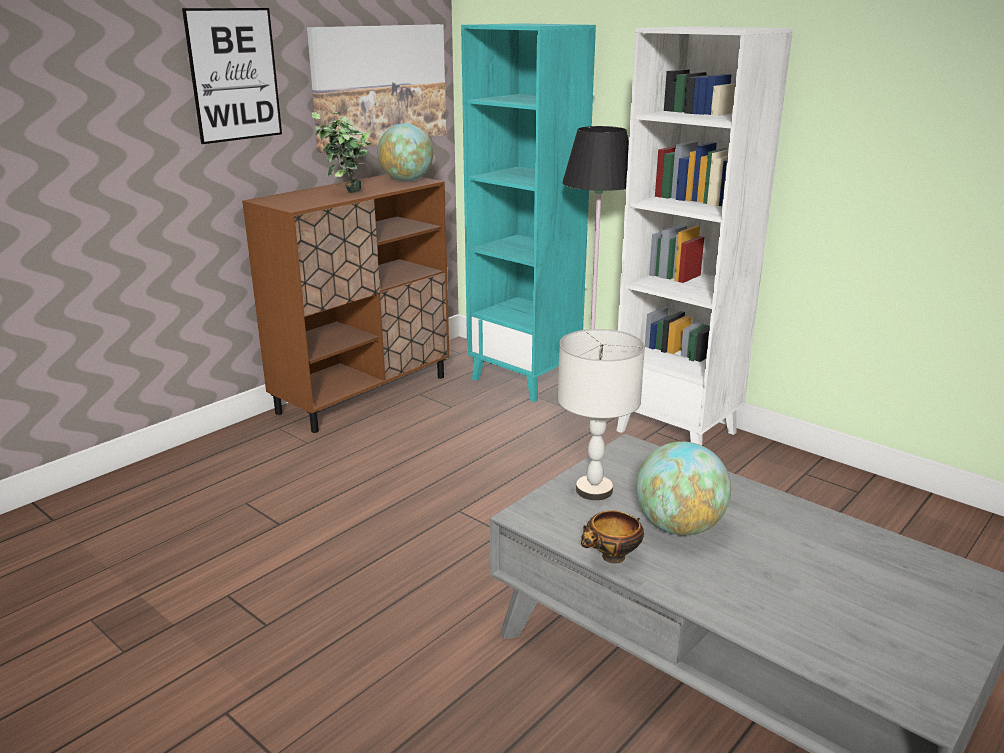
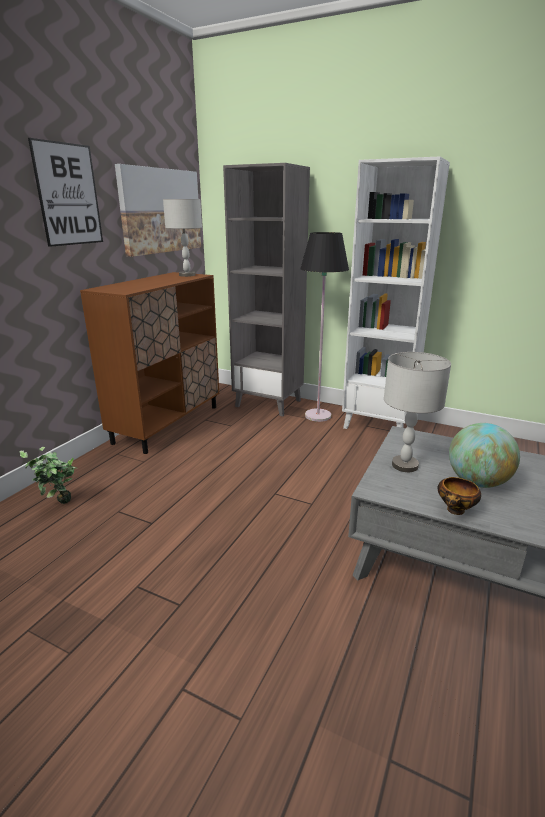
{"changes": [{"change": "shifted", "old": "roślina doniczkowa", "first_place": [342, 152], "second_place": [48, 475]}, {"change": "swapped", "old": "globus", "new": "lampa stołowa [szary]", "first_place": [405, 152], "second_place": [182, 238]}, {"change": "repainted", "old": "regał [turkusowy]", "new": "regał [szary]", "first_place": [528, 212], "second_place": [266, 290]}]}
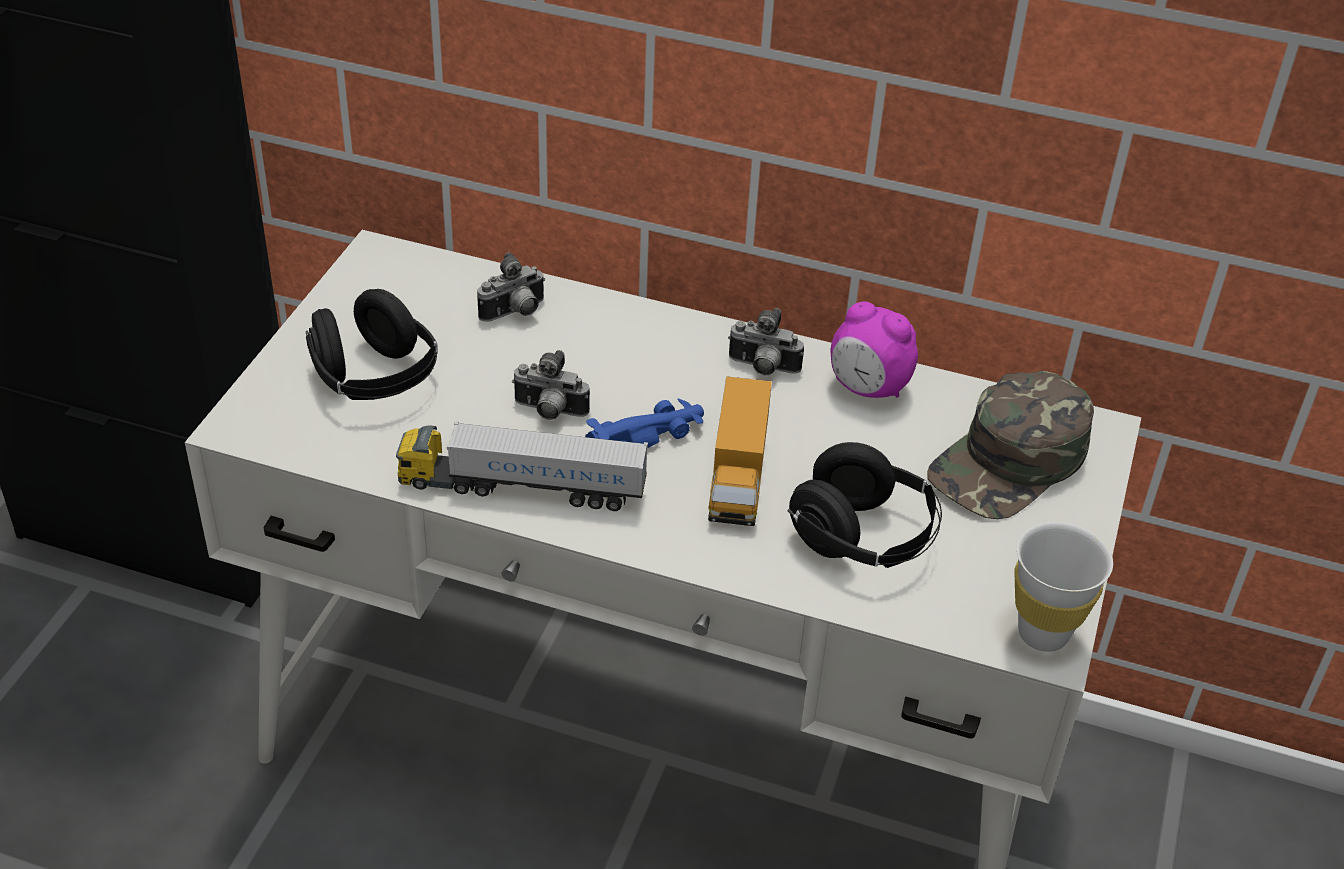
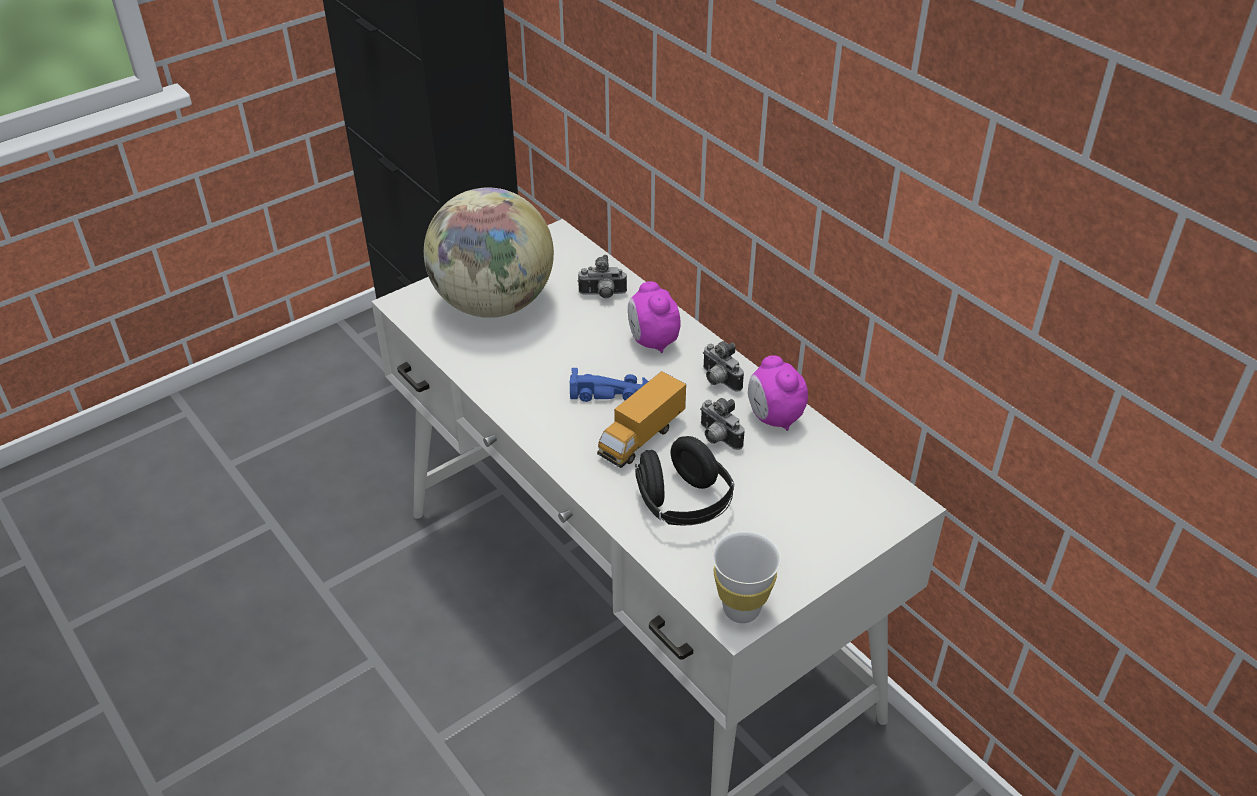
{"changes": [{"change": "gone", "old": "ciężarówka zabawkowa", "first_place": [522, 466]}, {"change": "gone", "old": "czapka z daszkiem [zielony]", "first_place": [1010, 445]}, {"change": "new", "new": "budzik", "second_place": [654, 317]}, {"change": "shifted", "old": "aparat fotograficzny", "first_place": [551, 385], "second_place": [722, 424]}, {"change": "swapped", "old": "słuchawki [czarny]", "new": "globus", "first_place": [372, 344], "second_place": [489, 252]}]}
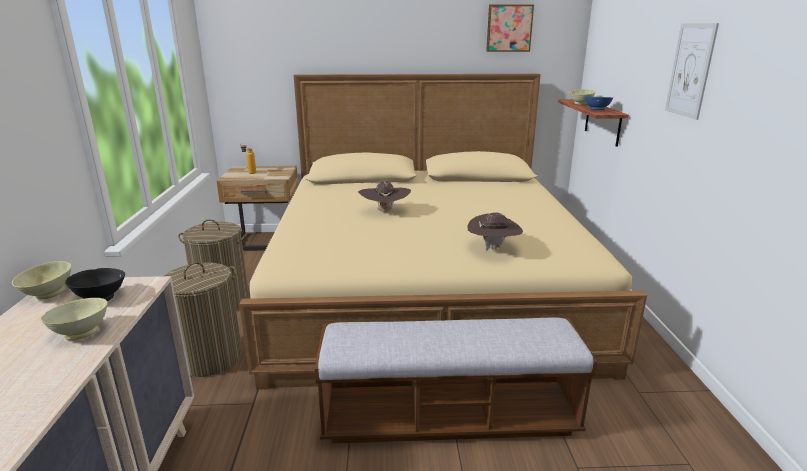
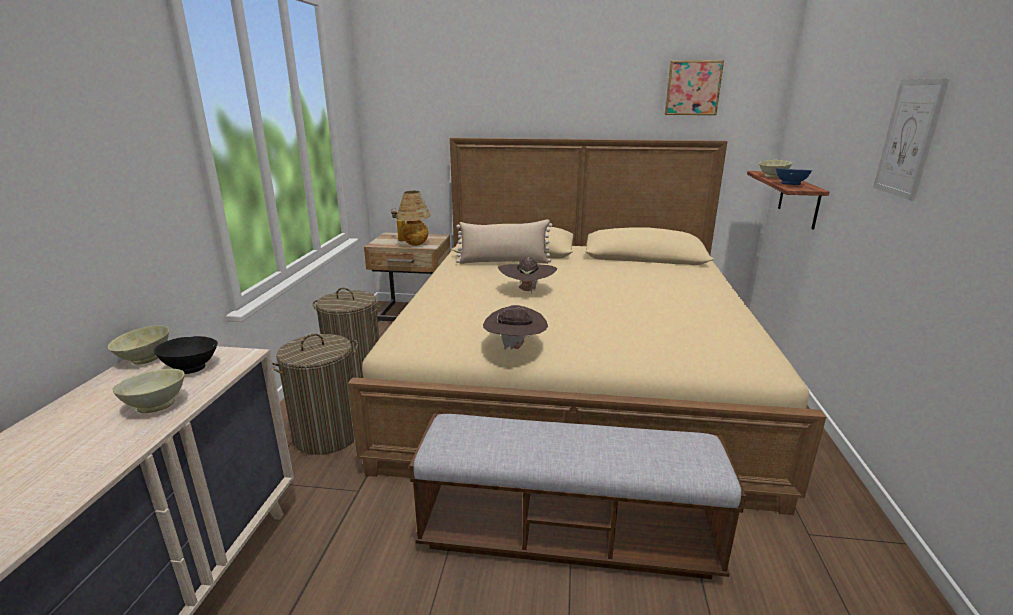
{"changes": [{"change": "new", "new": "lampa stołowa", "second_place": [413, 218]}, {"change": "new", "new": "poduszka [beżowy]", "second_place": [504, 241]}, {"change": "shifted", "old": "kapelusz [brązowy]", "first_place": [495, 231], "second_place": [515, 327]}]}
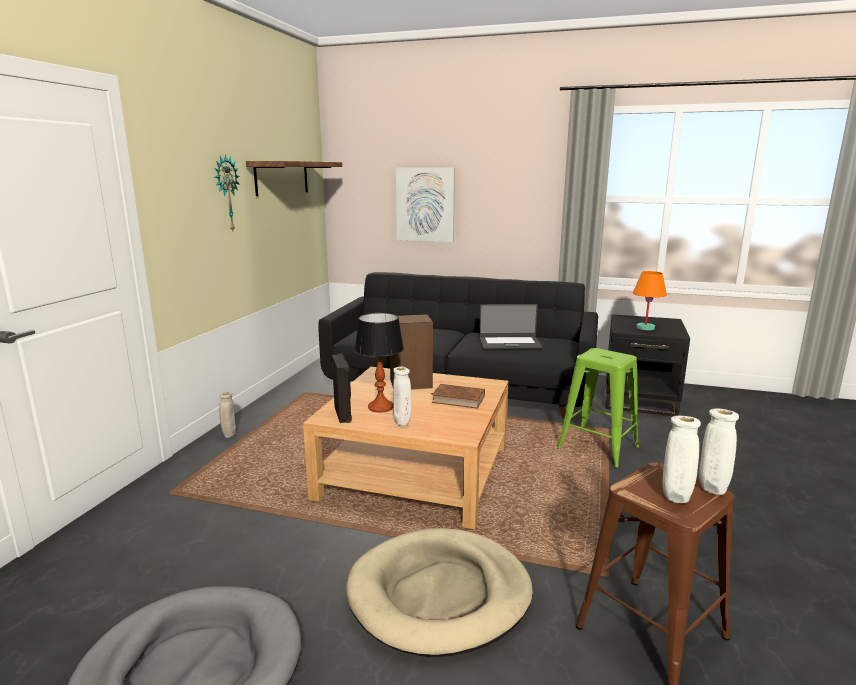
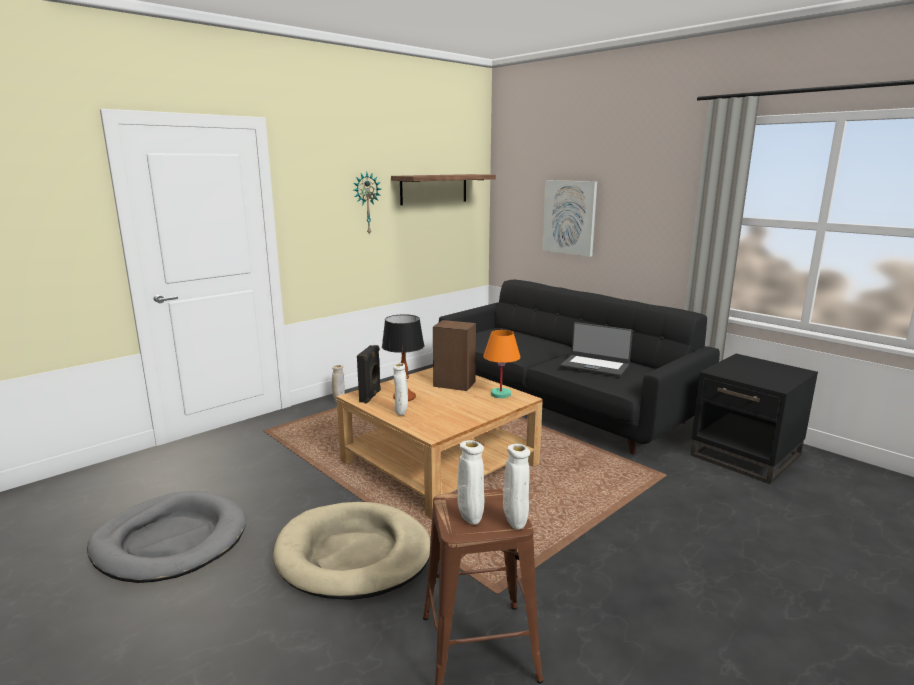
{"changes": [{"change": "gone", "old": "książka [brązowy]", "first_place": [457, 396]}, {"change": "gone", "old": "stołek [zielony]", "first_place": [598, 408]}, {"change": "shifted", "old": "lampa stołowa [pomarańczowy]", "first_place": [650, 300], "second_place": [502, 364]}]}
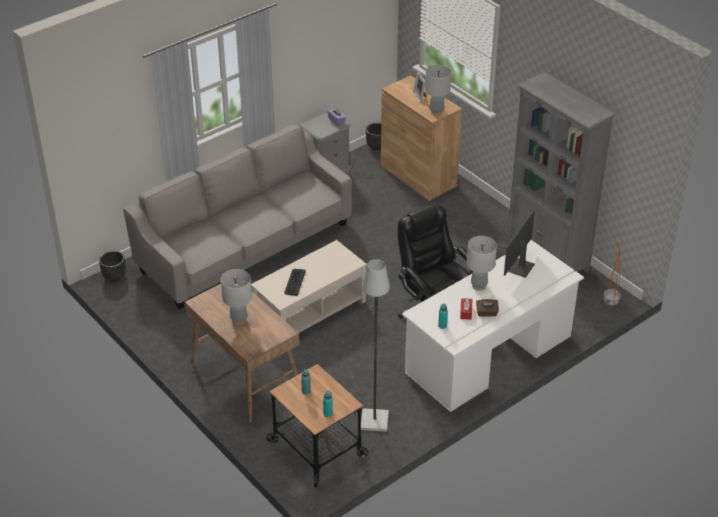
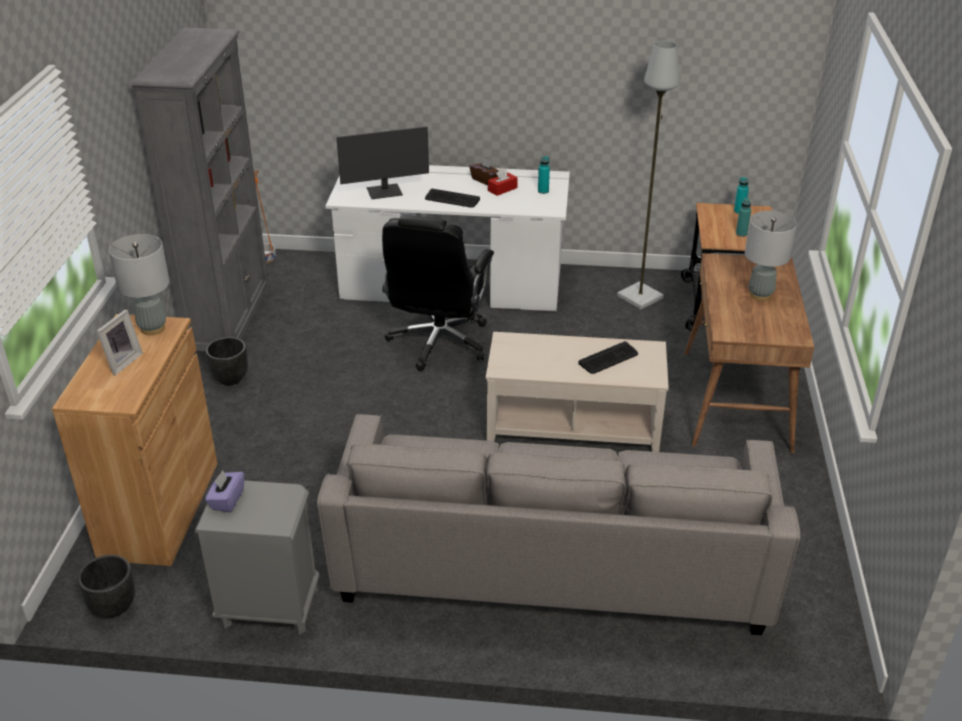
{"changes": [{"change": "shifted", "old": "donica [czarny]", "first_place": [112, 266], "second_place": [226, 361]}, {"change": "swapped", "old": "lampa stołowa [szary]", "new": "klawiatura", "first_place": [482, 263], "second_place": [452, 198]}]}
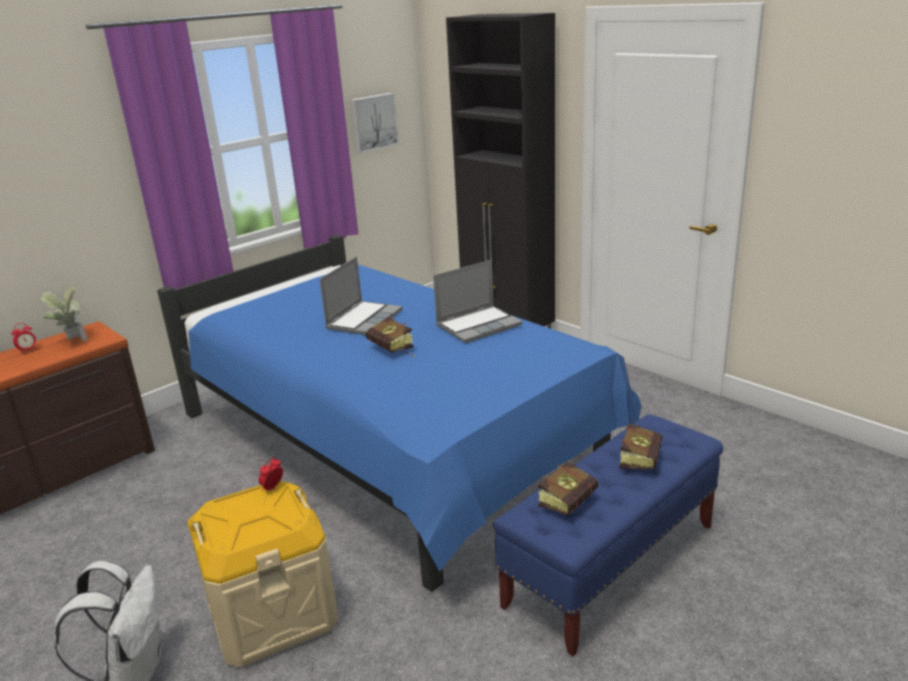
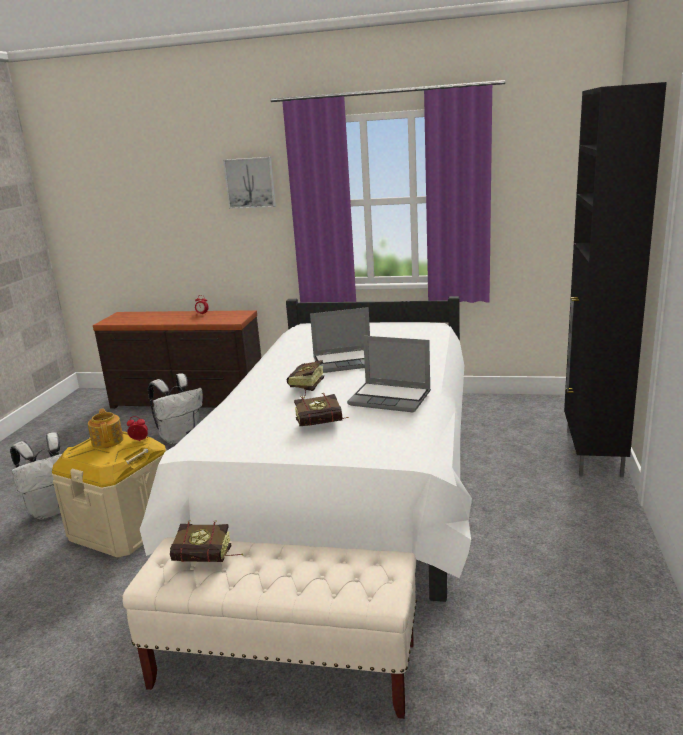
{"changes": [{"change": "gone", "old": "roślina doniczkowa", "first_place": [64, 314]}, {"change": "new", "new": "imbryk", "second_place": [106, 428]}, {"change": "new", "new": "plecak [biały]", "second_place": [175, 409]}, {"change": "shifted", "old": "obraz", "first_place": [374, 123], "second_place": [249, 183]}, {"change": "shifted", "old": "książka", "first_place": [641, 446], "second_place": [321, 409]}, {"change": "repainted", "old": "łóżko [niebieski]", "new": "łóżko [biały]", "first_place": [399, 413], "second_place": [306, 449]}, {"change": "repainted", "old": "ławka [niebieski]", "new": "ławka [beżowy]", "first_place": [608, 535], "second_place": [269, 628]}]}
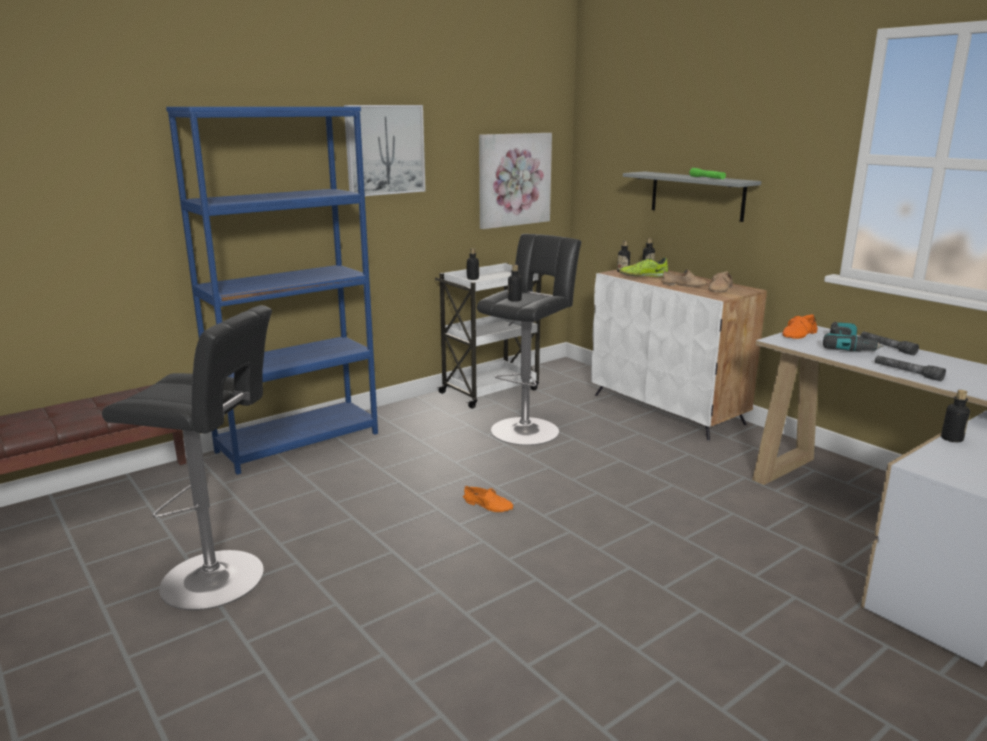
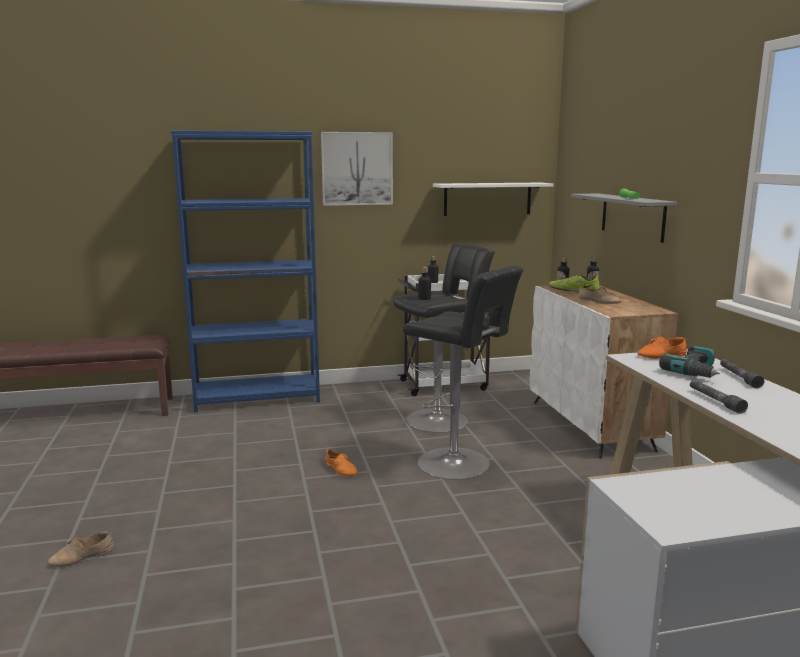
{"changes": [{"change": "gone", "old": "butelka", "first_place": [955, 416]}, {"change": "shifted", "old": "stołek [czarny]", "first_place": [187, 457], "second_place": [463, 373]}, {"change": "shifted", "old": "but [beżowy]", "first_place": [721, 282], "second_place": [80, 549]}, {"change": "swapped", "old": "obraz", "new": "półka [biały]", "first_place": [515, 181], "second_place": [493, 199]}]}
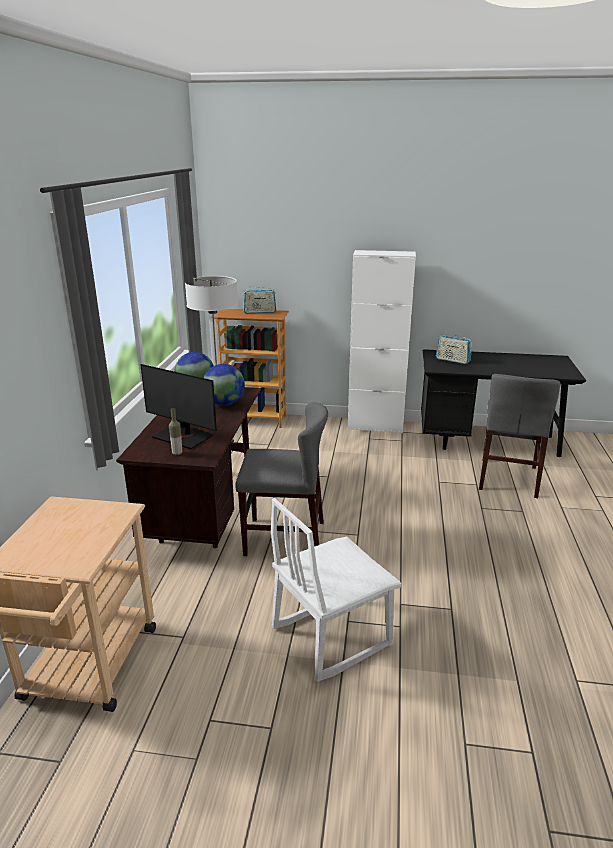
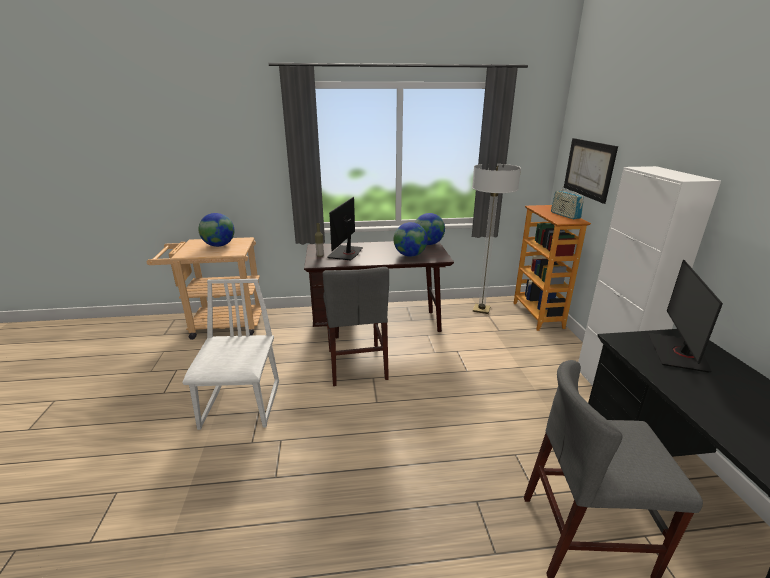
{"changes": [{"change": "new", "new": "globus", "second_place": [216, 230]}, {"change": "new", "new": "obraz", "second_place": [591, 171]}, {"change": "swapped", "old": "radio", "new": "monitor", "first_place": [454, 347], "second_place": [685, 316]}, {"change": "rotated", "old": "krzesło [biały]", "first_place": [336, 590], "second_place": [230, 354], "degrees": 45}]}
